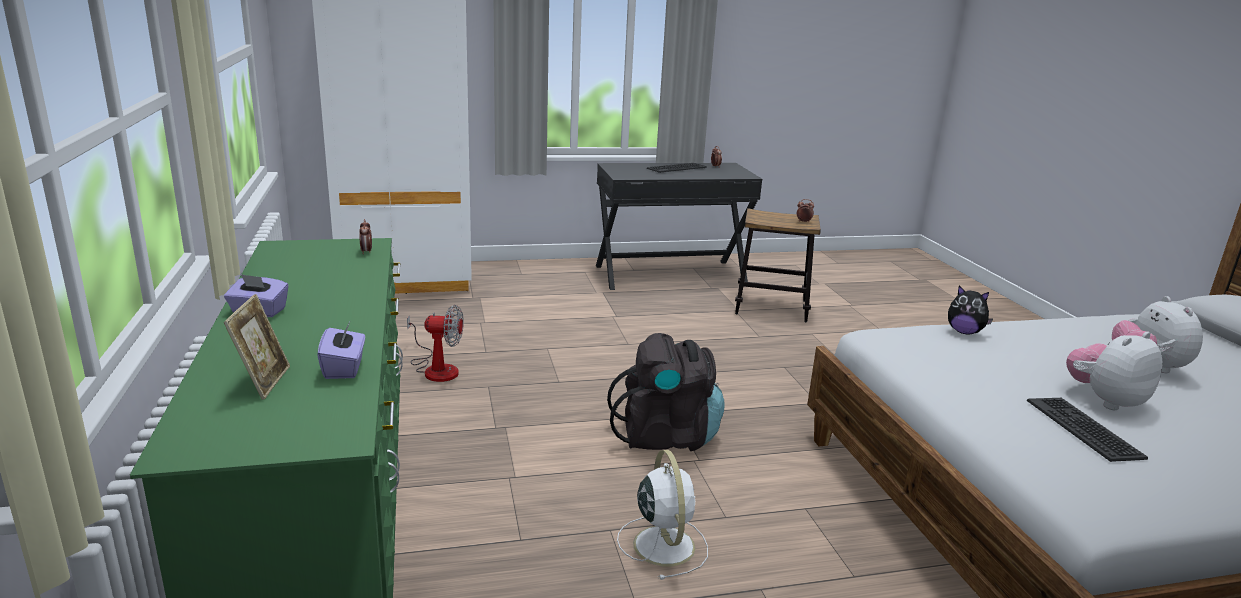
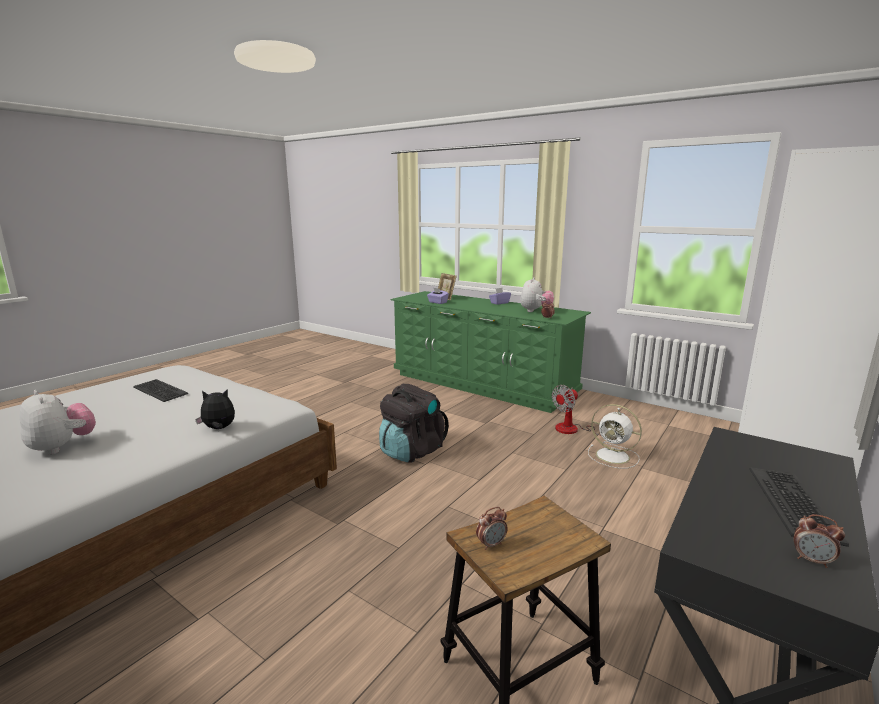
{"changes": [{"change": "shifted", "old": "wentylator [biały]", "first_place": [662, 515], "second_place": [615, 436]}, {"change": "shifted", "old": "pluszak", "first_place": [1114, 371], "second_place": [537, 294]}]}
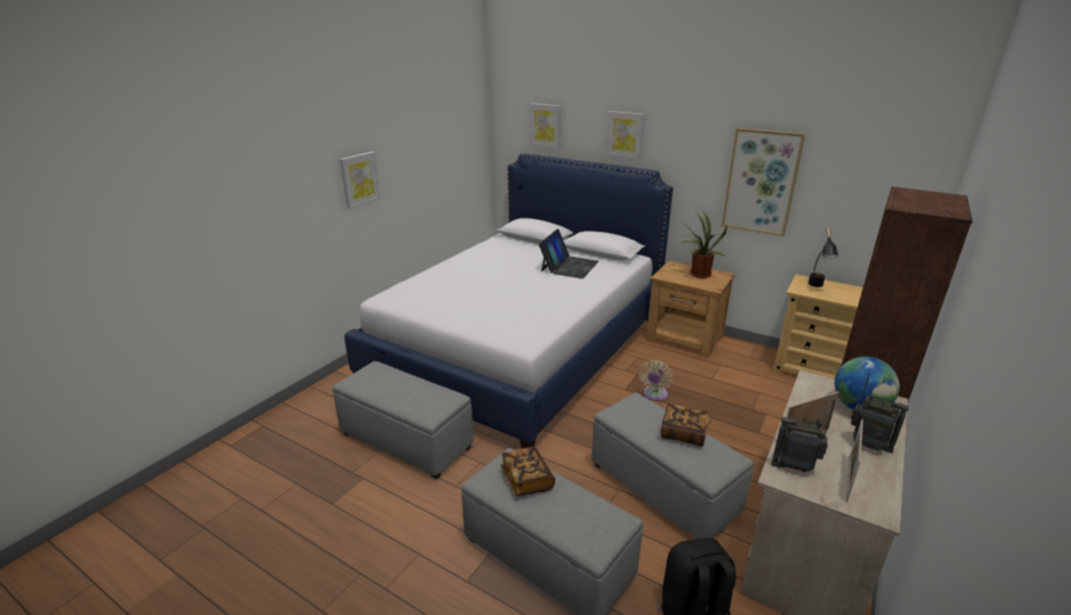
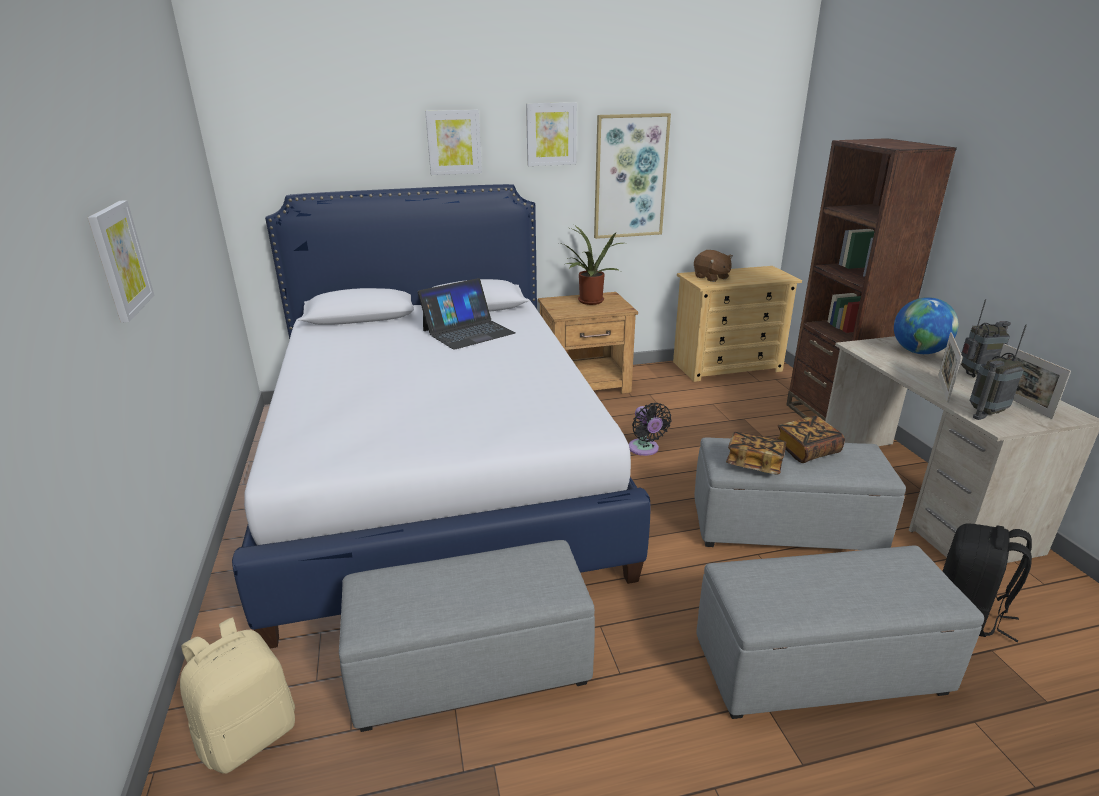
{"changes": [{"change": "new", "new": "plecak [beżowy]", "second_place": [237, 695]}, {"change": "shifted", "old": "książka", "first_place": [528, 471], "second_place": [756, 453]}, {"change": "shifted", "old": "obraz", "first_place": [545, 125], "second_place": [551, 134]}, {"change": "swapped", "old": "lampa stołowa [czarny]", "new": "pluszak [brązowy]", "first_place": [823, 257], "second_place": [713, 266]}, {"change": "repainted", "old": "wentylator [beżowy]", "new": "wentylator [czarny]", "first_place": [655, 380], "second_place": [650, 429]}, {"change": "rotated", "old": "laptop", "first_place": [569, 254], "second_place": [466, 314], "degrees": 75}]}
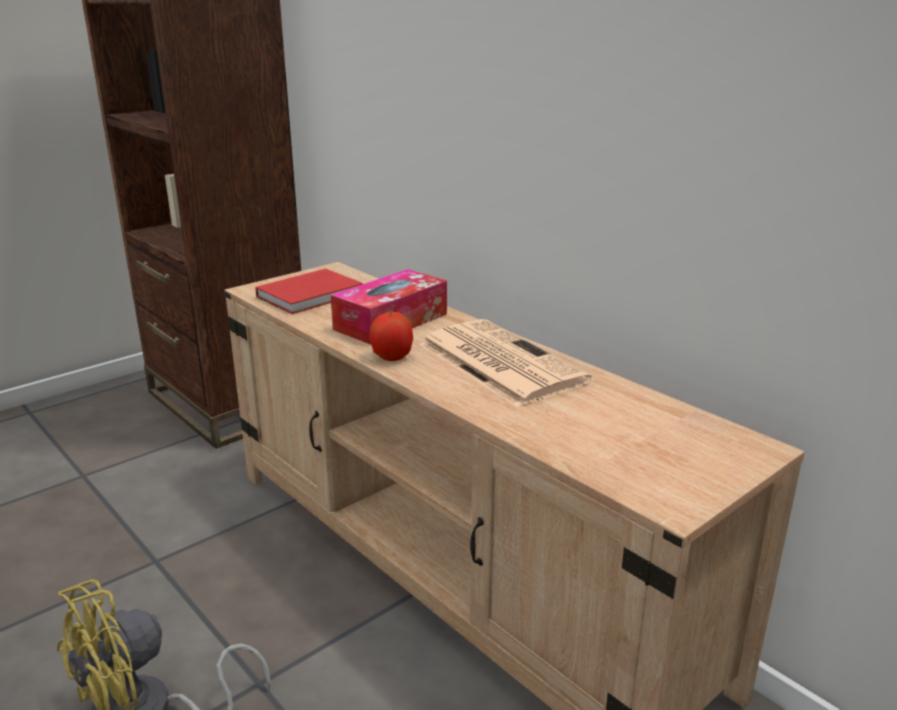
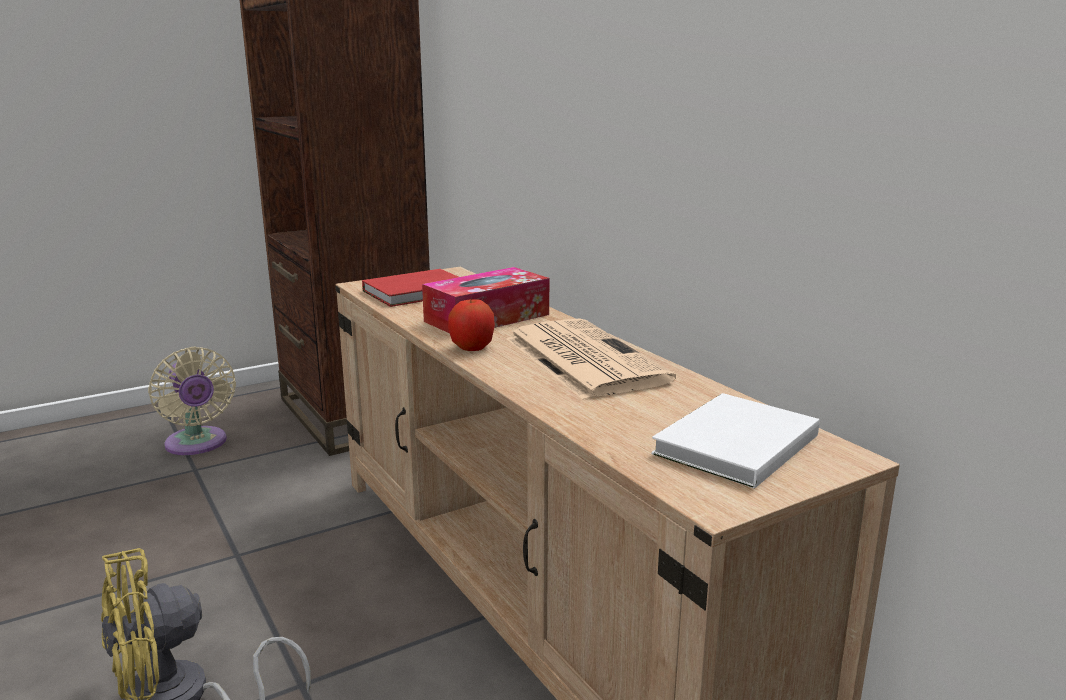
{"changes": [{"change": "new", "new": "wentylator [beżowy]", "second_place": [192, 401]}, {"change": "new", "new": "książka [biały]", "second_place": [735, 440]}]}
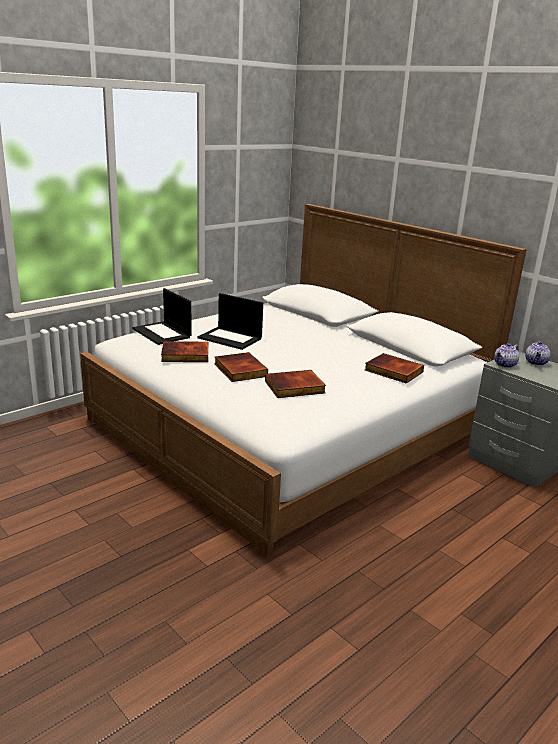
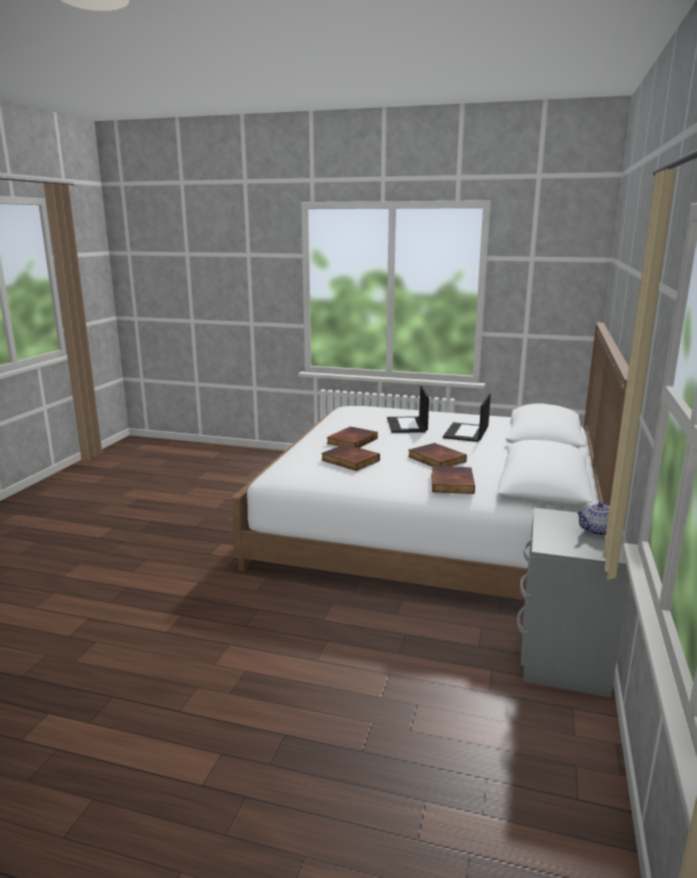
{"changes": [{"change": "gone", "old": "imbryk", "first_place": [506, 355]}, {"change": "shifted", "old": "laptop", "first_place": [162, 316], "second_place": [467, 417]}, {"change": "shifted", "old": "książka", "first_place": [184, 351], "second_place": [437, 454]}]}
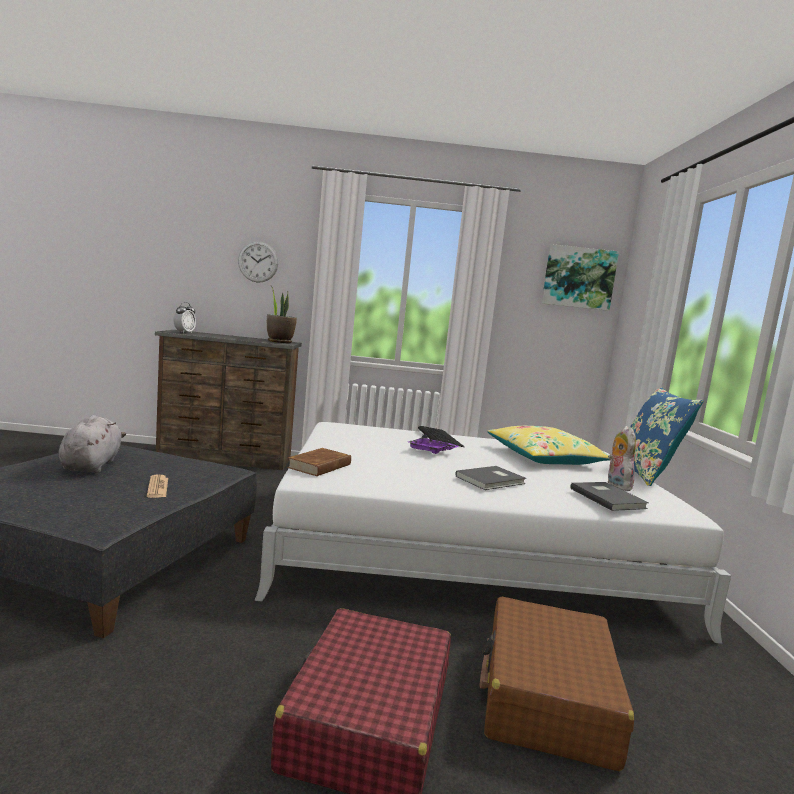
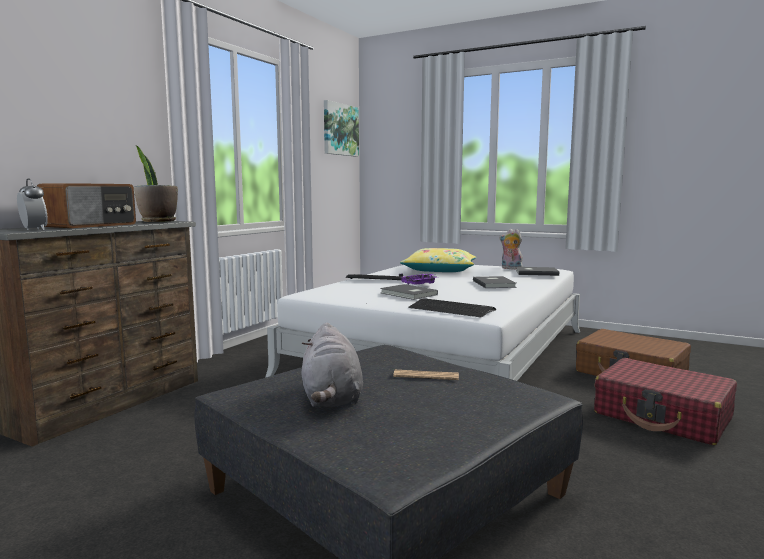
{"changes": [{"change": "gone", "old": "zegar ścienny", "first_place": [258, 261]}, {"change": "gone", "old": "poduszka [niebieski]", "first_place": [666, 436]}, {"change": "new", "new": "radio", "second_place": [86, 205]}, {"change": "new", "new": "książka [szary]", "second_place": [409, 292]}, {"change": "swapped", "old": "książka [brązowy]", "new": "klawiatura", "first_place": [319, 462], "second_place": [452, 308]}, {"change": "rotated", "old": "pluszak [szary]", "first_place": [92, 444], "second_place": [332, 364], "degrees": -120}]}
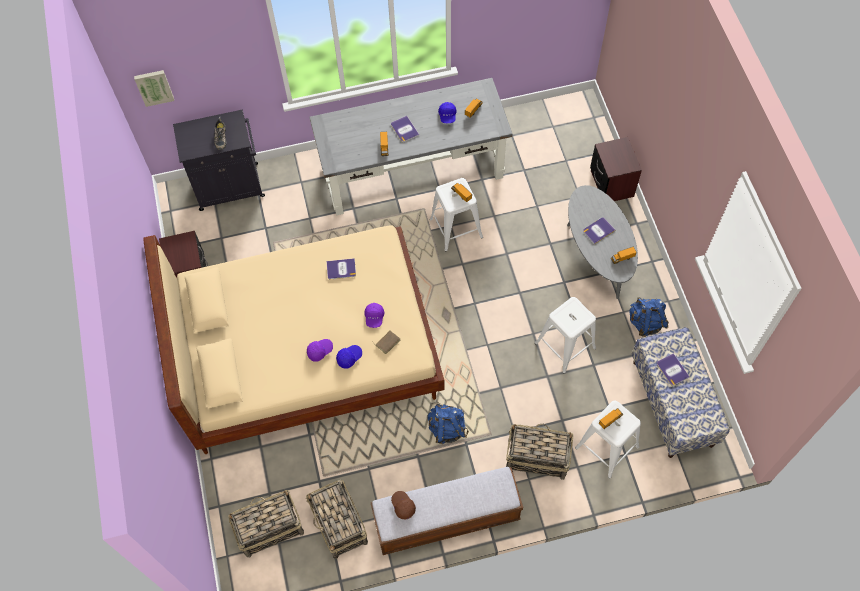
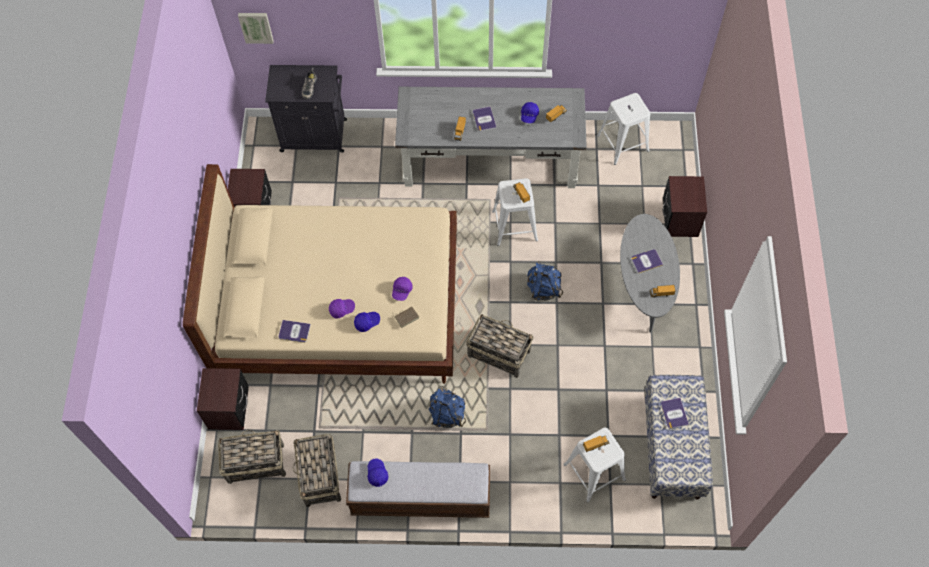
{"changes": [{"change": "new", "new": "szafka nocna [brązowy]", "second_place": [223, 399]}, {"change": "shifted", "old": "książka", "first_place": [341, 268], "second_place": [294, 331]}, {"change": "shifted", "old": "koszyk", "first_place": [540, 452], "second_place": [499, 346]}, {"change": "shifted", "old": "stołek [biały]", "first_place": [565, 335], "second_place": [623, 129]}, {"change": "shifted", "old": "plecak [niebieski]", "first_place": [649, 317], "second_place": [545, 281]}, {"change": "repainted", "old": "czapka z daszkiem [brązowy]", "new": "czapka z daszkiem [niebieski]", "first_place": [403, 505], "second_place": [378, 472]}]}
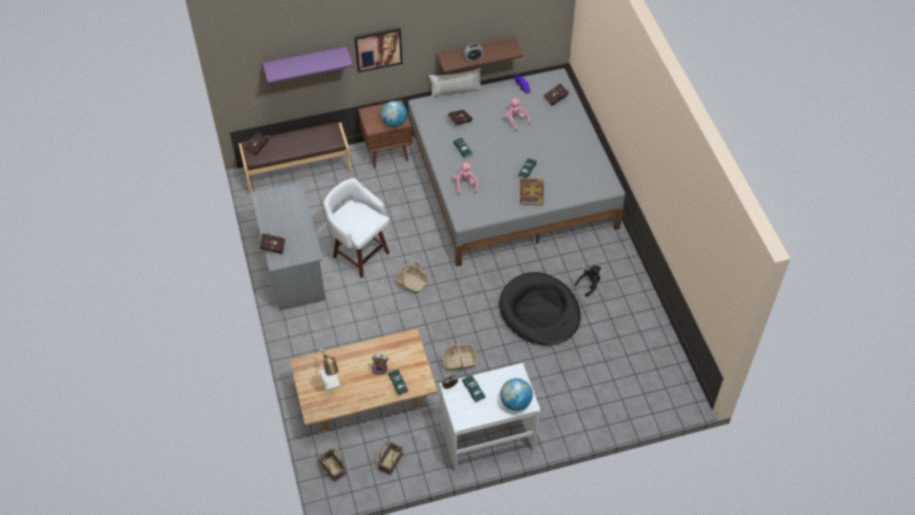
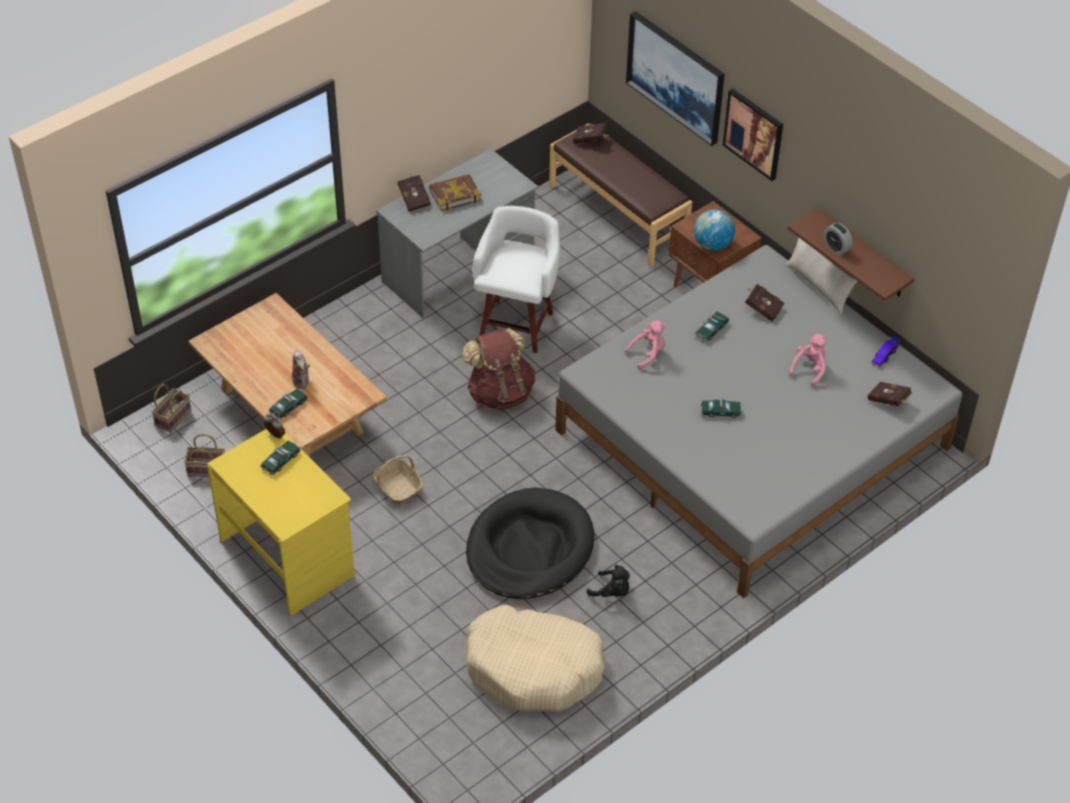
{"changes": [{"change": "gone", "old": "lampa stołowa", "first_place": [330, 369]}, {"change": "gone", "old": "globus", "first_place": [516, 394]}, {"change": "new", "new": "legowisko [beżowy]", "second_place": [535, 658]}, {"change": "shifted", "old": "książka", "first_place": [532, 192], "second_place": [455, 192]}, {"change": "swapped", "old": "półka [fioletowy]", "new": "obraz", "first_place": [308, 65], "second_place": [675, 78]}, {"change": "swapped", "old": "koszyk", "new": "plecak [brązowy]", "first_place": [412, 278], "second_place": [498, 369]}, {"change": "repainted", "old": "biurko [biały]", "new": "biurko [żółty]", "first_place": [489, 417], "second_place": [281, 522]}]}
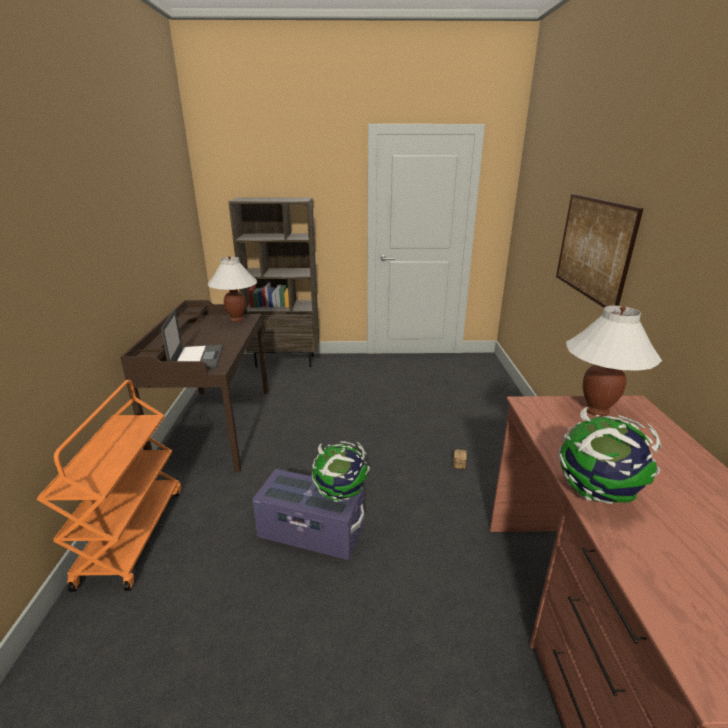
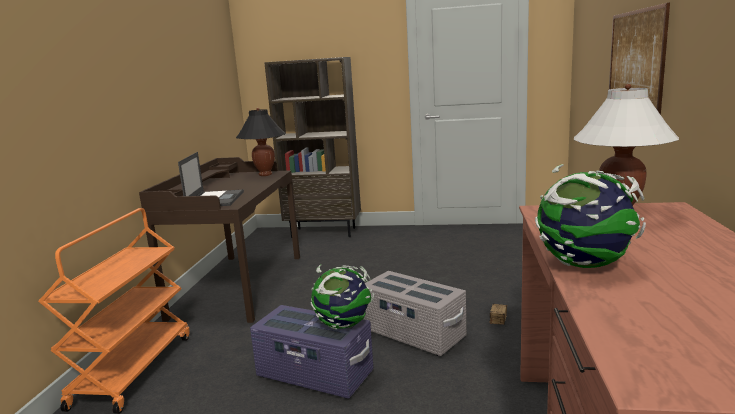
{"changes": [{"change": "new", "new": "pojemnik do przechowywania [szary]", "second_place": [415, 313]}, {"change": "repainted", "old": "lampa stołowa [biały]", "new": "lampa stołowa [czarny]", "first_place": [232, 289], "second_place": [260, 142]}]}
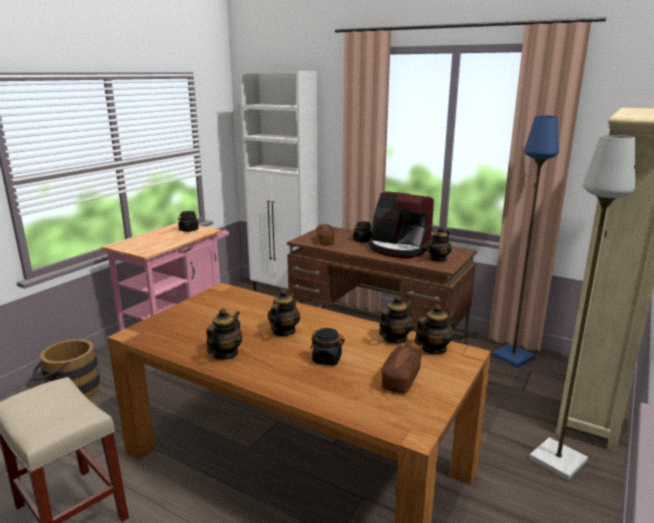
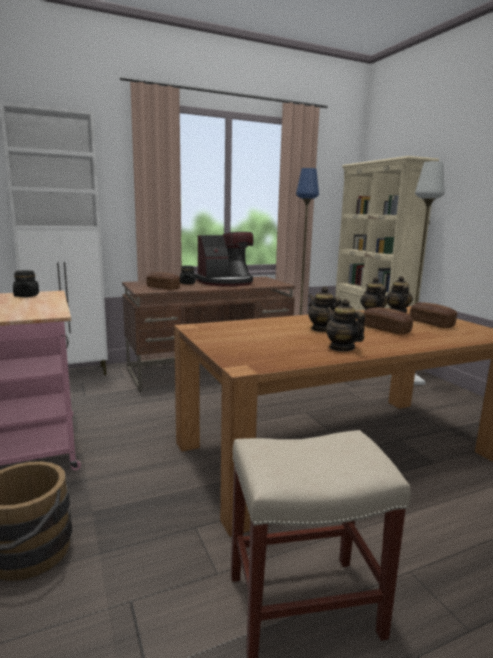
{"changes": [{"change": "gone", "old": "imbryk", "first_place": [439, 244]}, {"change": "swapped", "old": "słoik [czarny]", "new": "chleb", "first_place": [327, 346], "second_place": [388, 321]}]}
